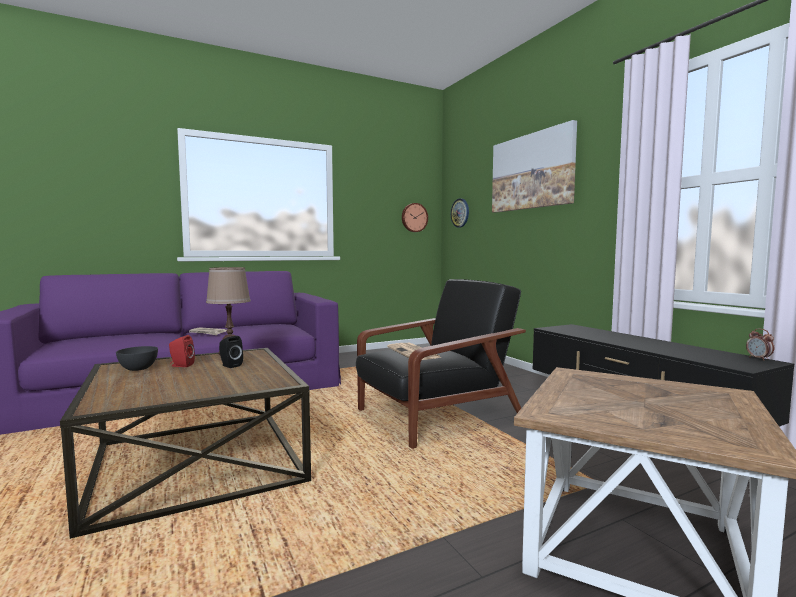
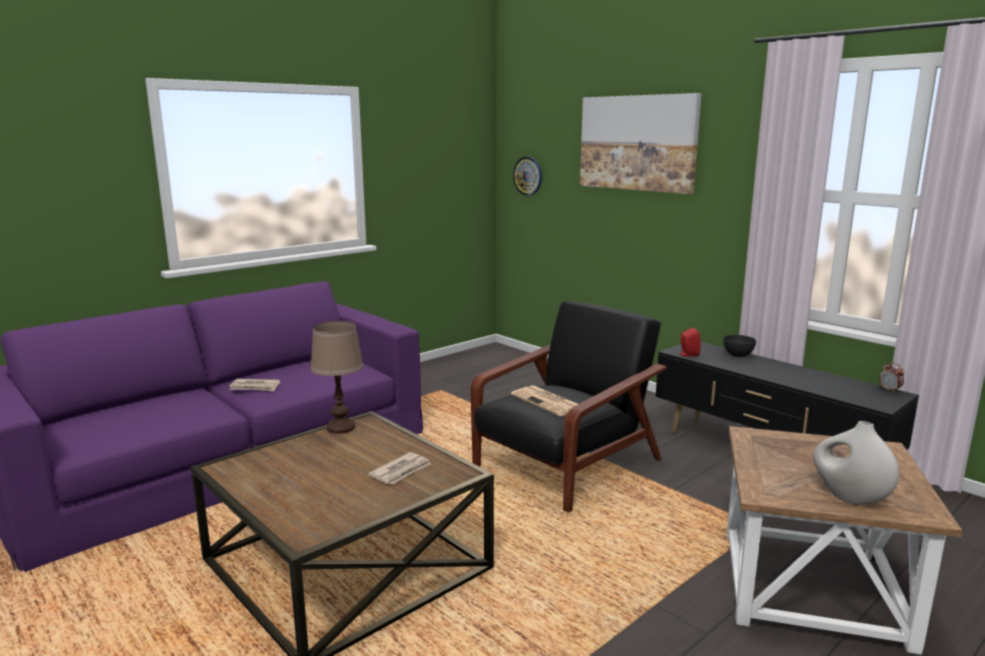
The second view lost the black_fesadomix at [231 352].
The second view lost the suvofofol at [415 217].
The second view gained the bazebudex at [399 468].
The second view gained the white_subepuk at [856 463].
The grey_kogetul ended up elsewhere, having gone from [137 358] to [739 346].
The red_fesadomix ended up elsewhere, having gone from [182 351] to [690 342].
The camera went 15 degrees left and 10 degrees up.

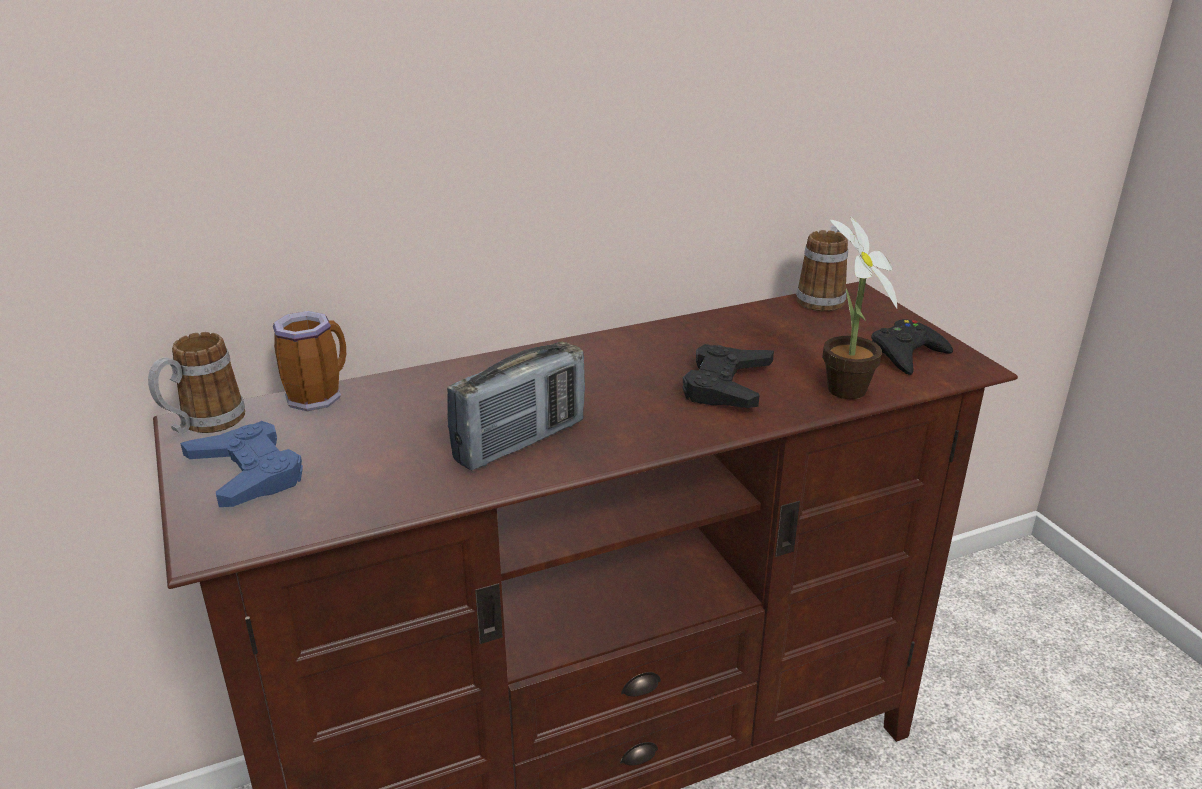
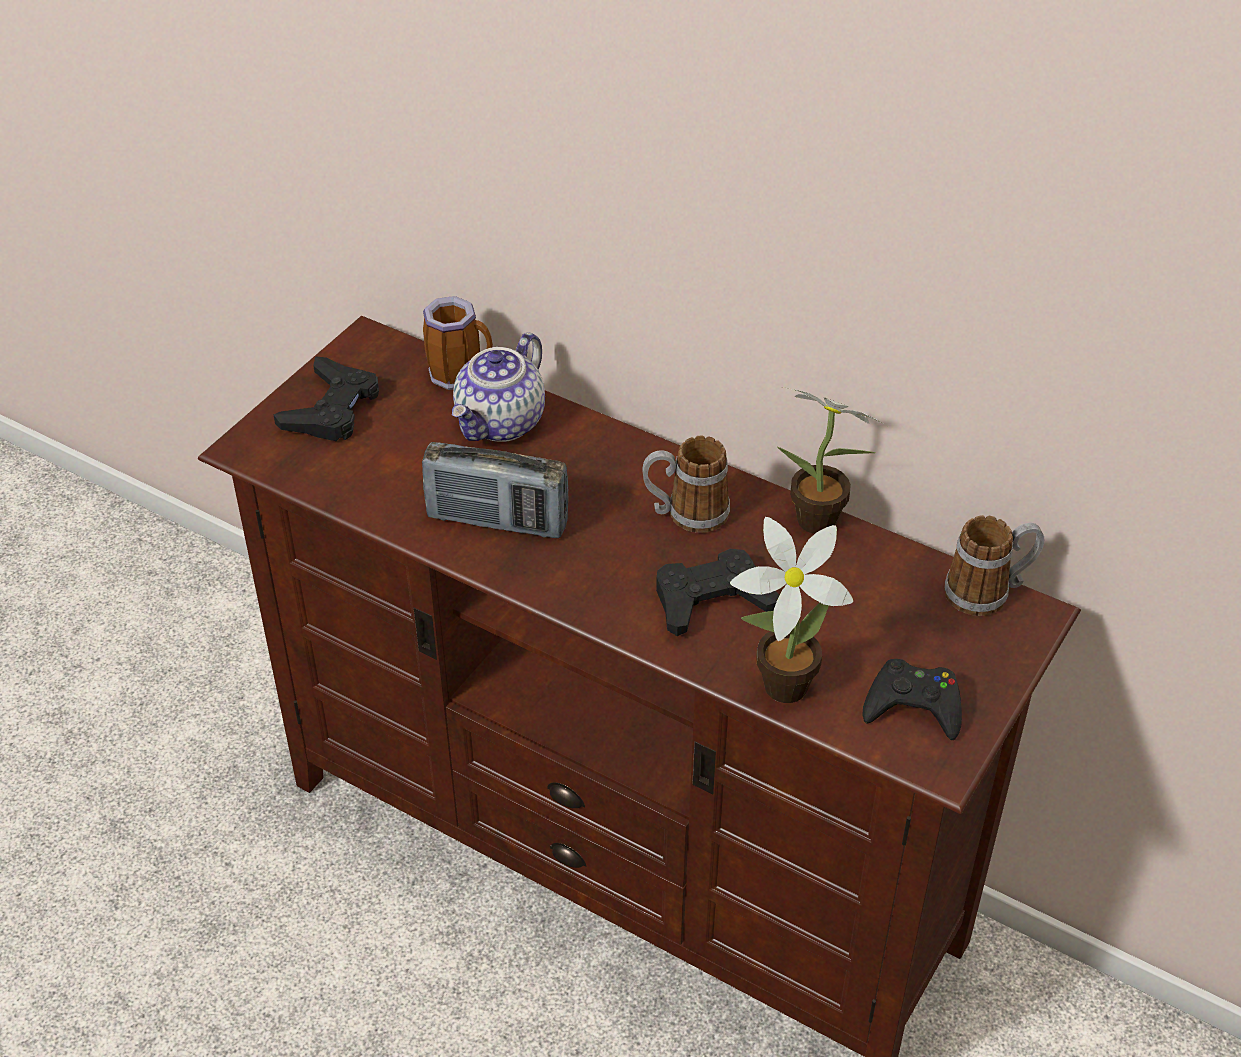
The second view gained the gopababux at [498 387].
The second view gained the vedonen at [832 460].
The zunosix ended up elsewhere, having gone from [196 382] to [686 484].
What was the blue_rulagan at [241 464] turned into the black_rulagan at [326 398].
The camera went 55 degrees right and 15 degrees up.

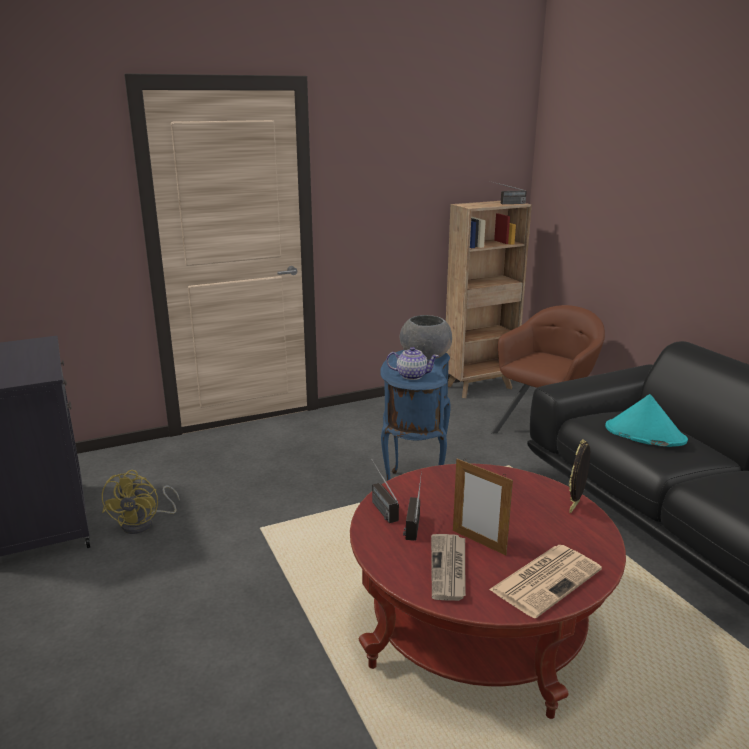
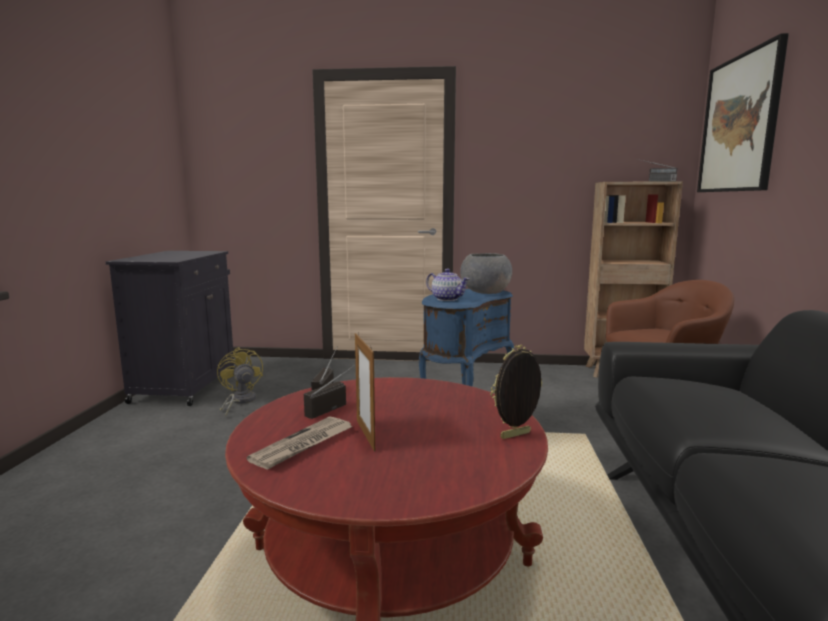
The second view lost the bazebudex at [545 581].
The second view lost the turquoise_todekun at [646 420].
The second view gained the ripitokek at [743 112].
The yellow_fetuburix at [141 502] ended up facing another way, 120 degrees clockwise from before.
The camera went 30 degrees right and 10 degrees down.

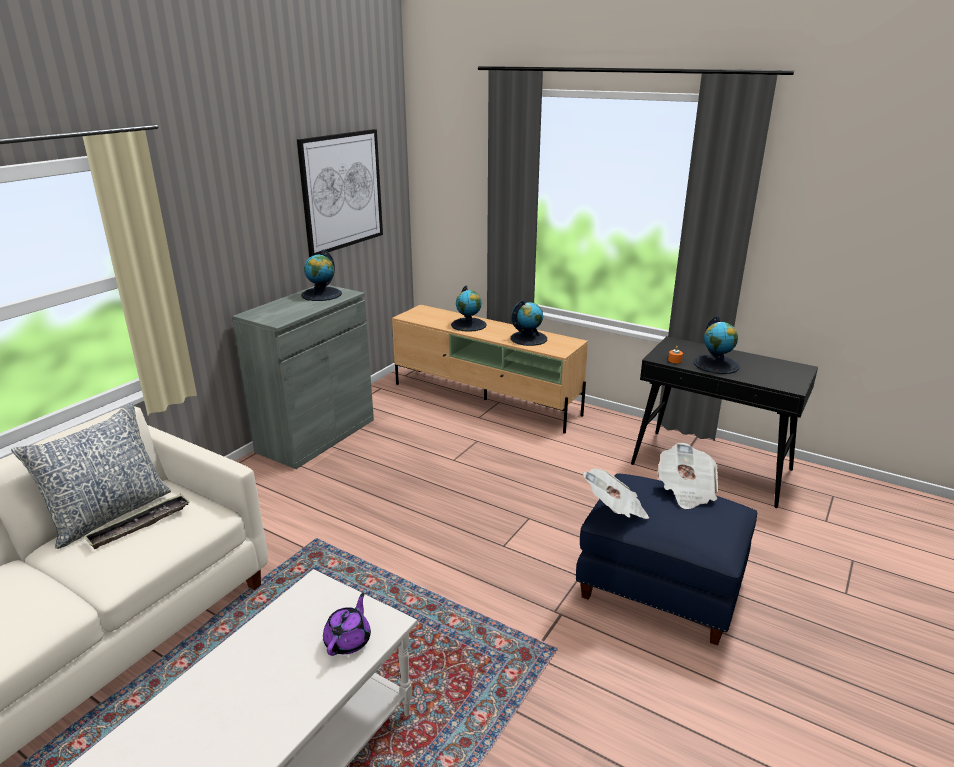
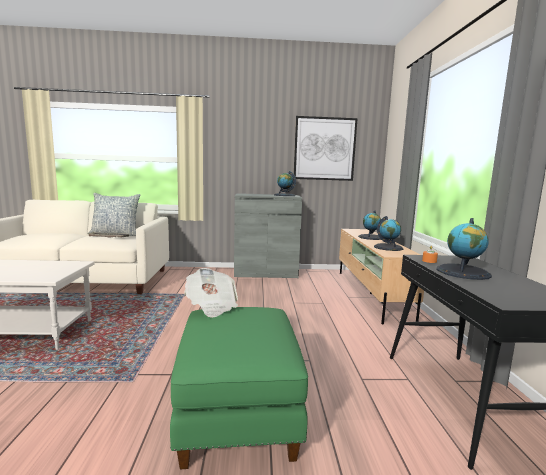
The second view lost the purple_gopababux at [347 624].
The second view lost the bazebudex at [687 476].
What was the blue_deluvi at [666 559] turned into the green_deluvi at [239 388].
The camera went 55 degrees right and 15 degrees down.

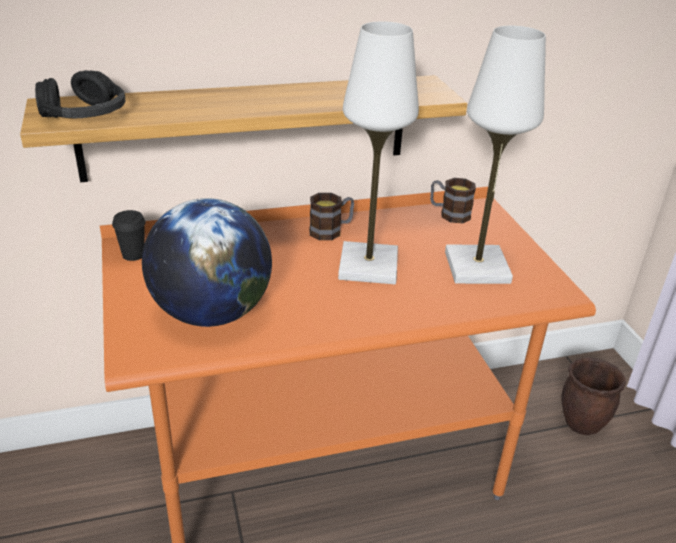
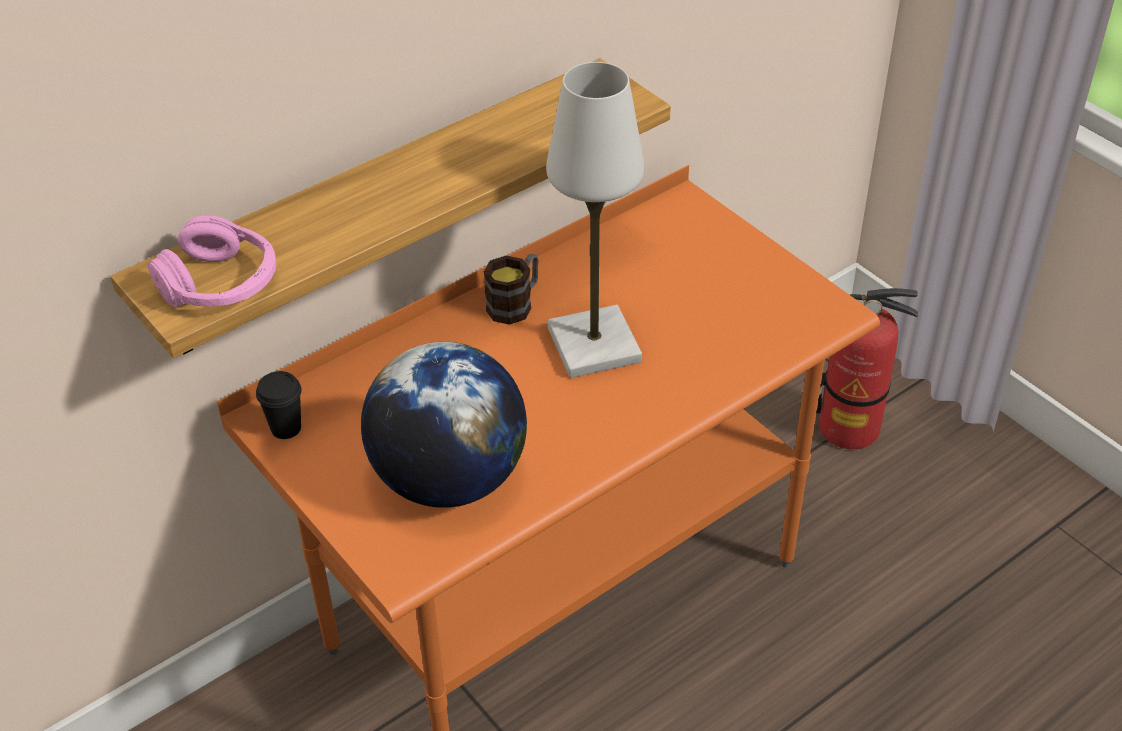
The second view lost the zunosix at [453 200].
The second view lost the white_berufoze at [495 154].
Where the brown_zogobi stood at [593 396], the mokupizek came to stand at [867 368].
What was the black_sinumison at [80 94] turned into the pink_sinumison at [212 261].
The camera went 20 degrees left and 10 degrees up.

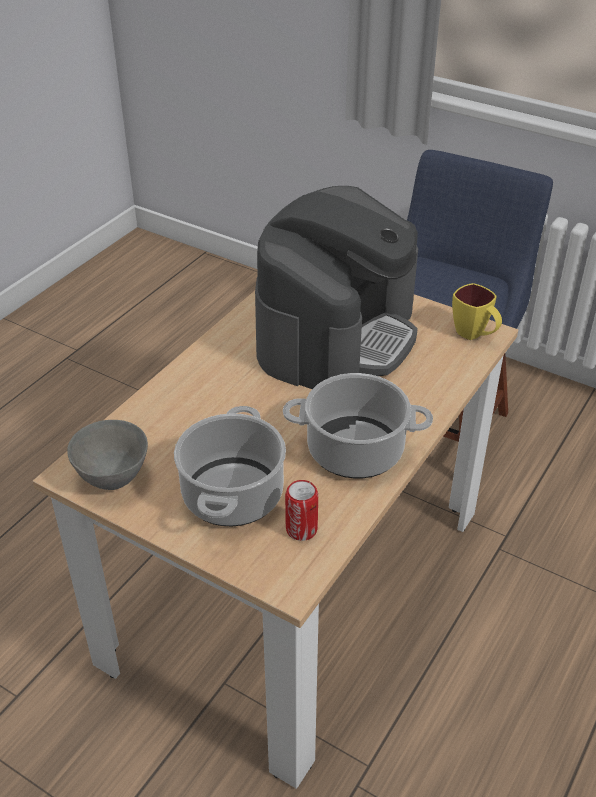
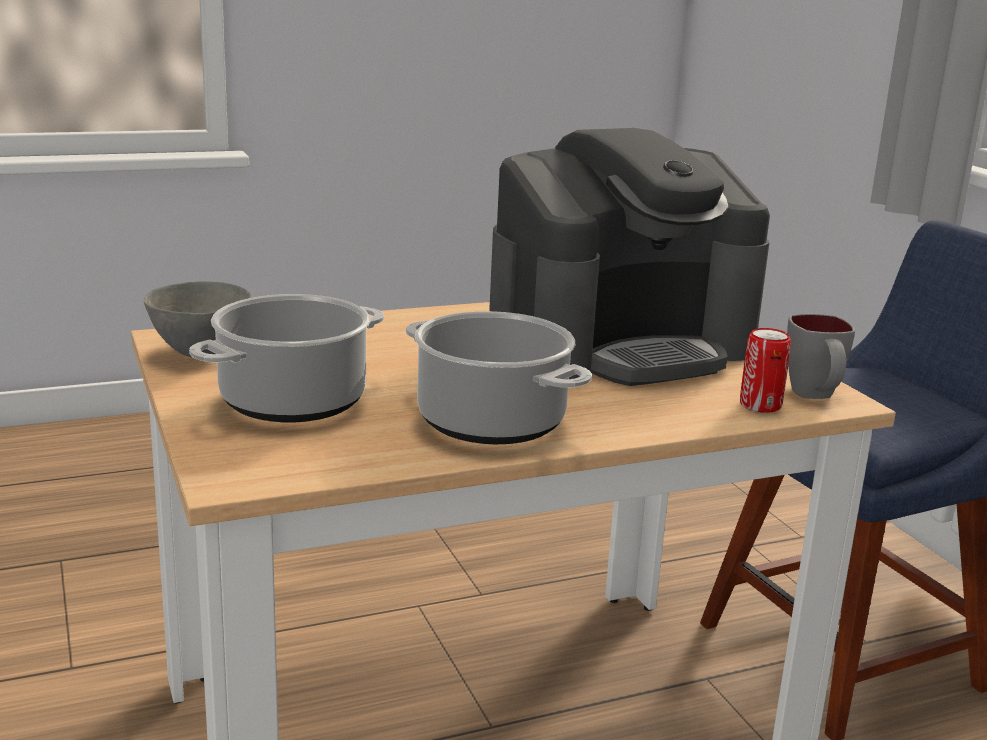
The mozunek ended up elsewhere, having gone from [301 510] to [765 370].
What was the yellow_zunosix at [477 311] turned into the grey_zunosix at [821 356].
The camera went 35 degrees right and 20 degrees down.

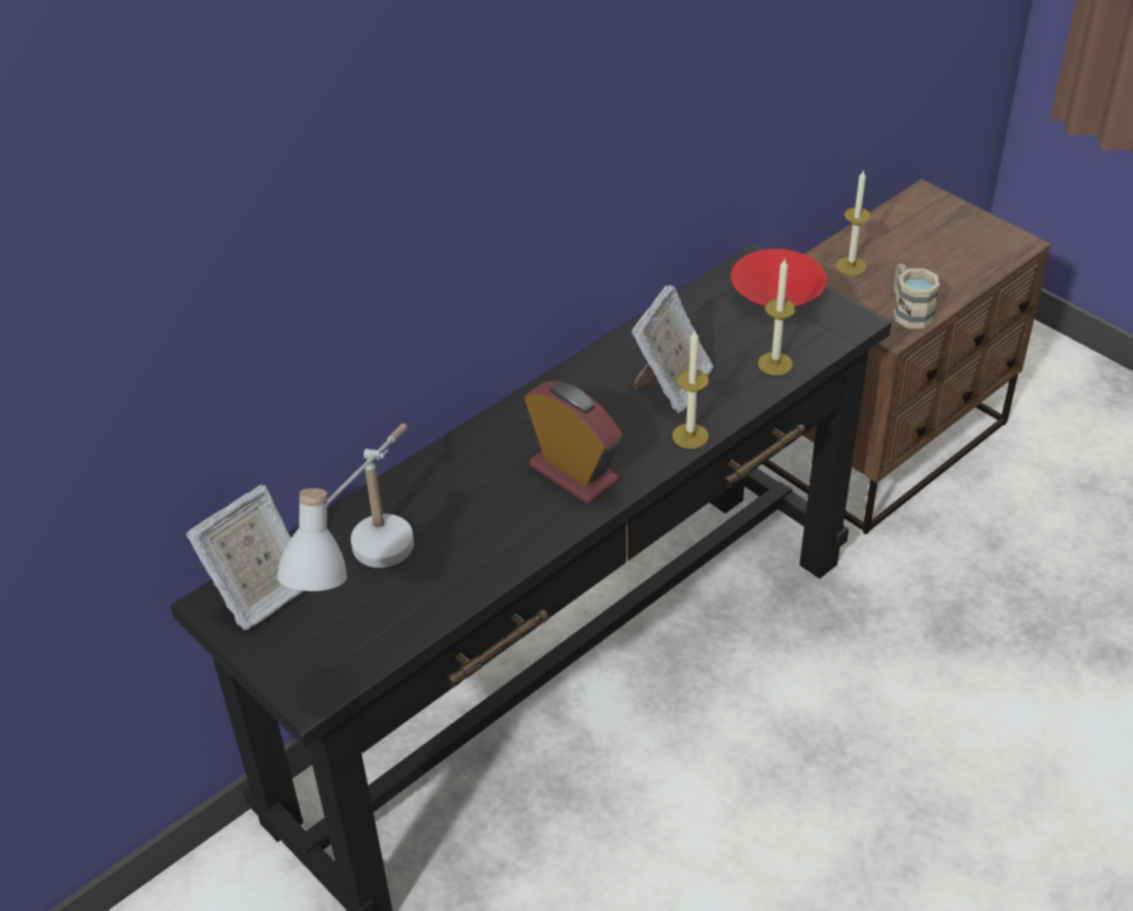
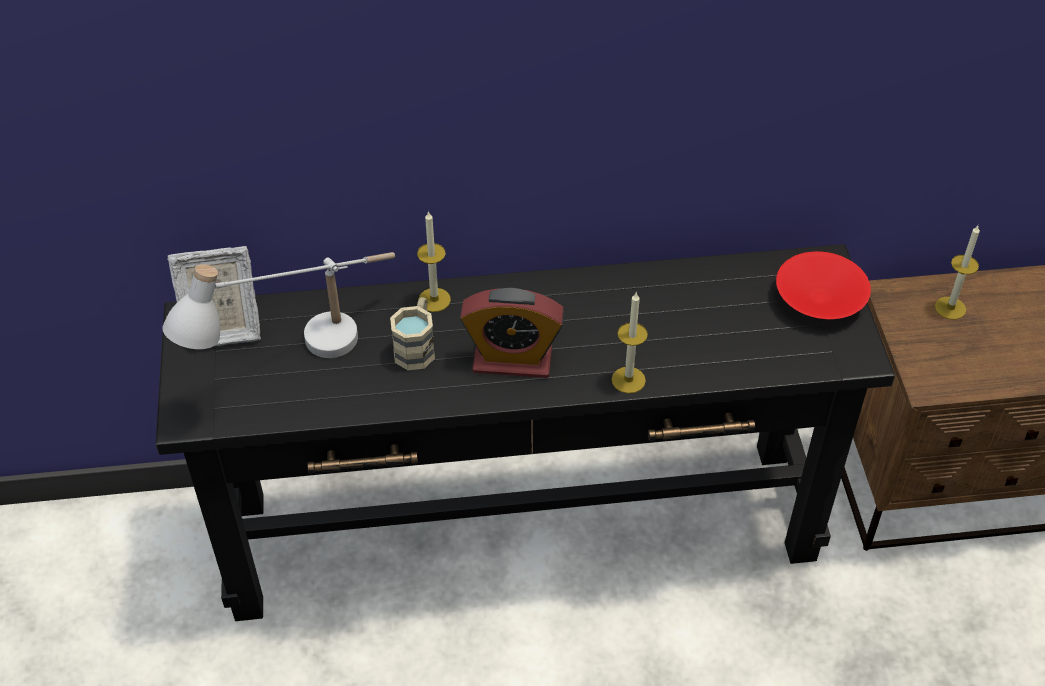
The second view lost the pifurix at [672 349].
The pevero ended up elsewhere, having gone from [777 317] to [434 261].
The beige_zunosix ended up elsewhere, having gone from [917 296] to [412 333].
The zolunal at [573 442] ended up facing another way, 105 degrees clockwise from before.
The camera went 35 degrees right and 5 degrees up.

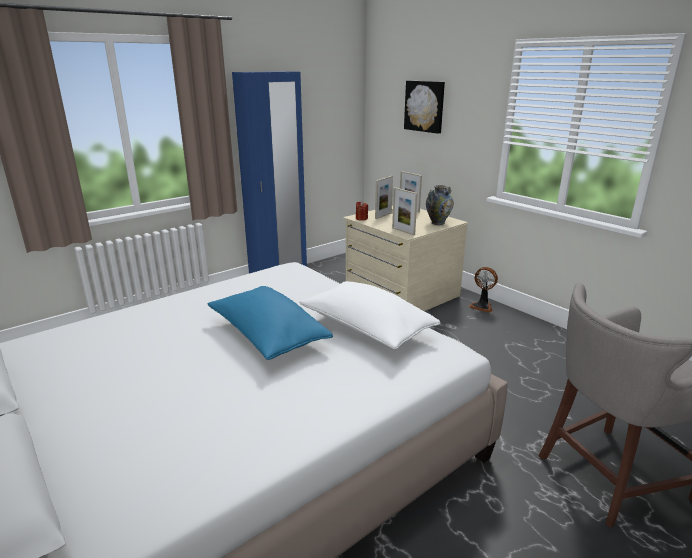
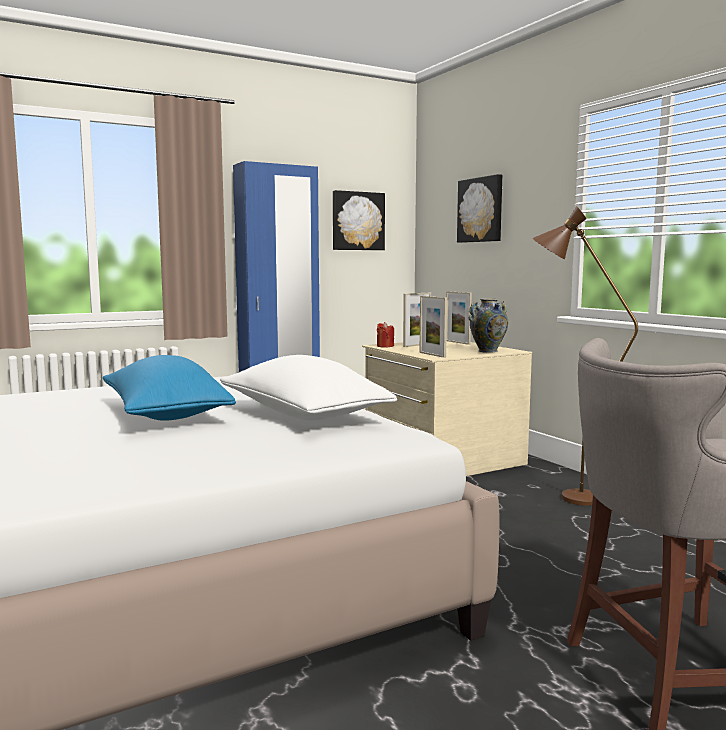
The second view lost the fetuburix at [483 290].
The second view gained the ripitokek at [359 220].
The second view gained the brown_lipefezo at [585 356].
The camera went 10 degrees right and 15 degrees down.

